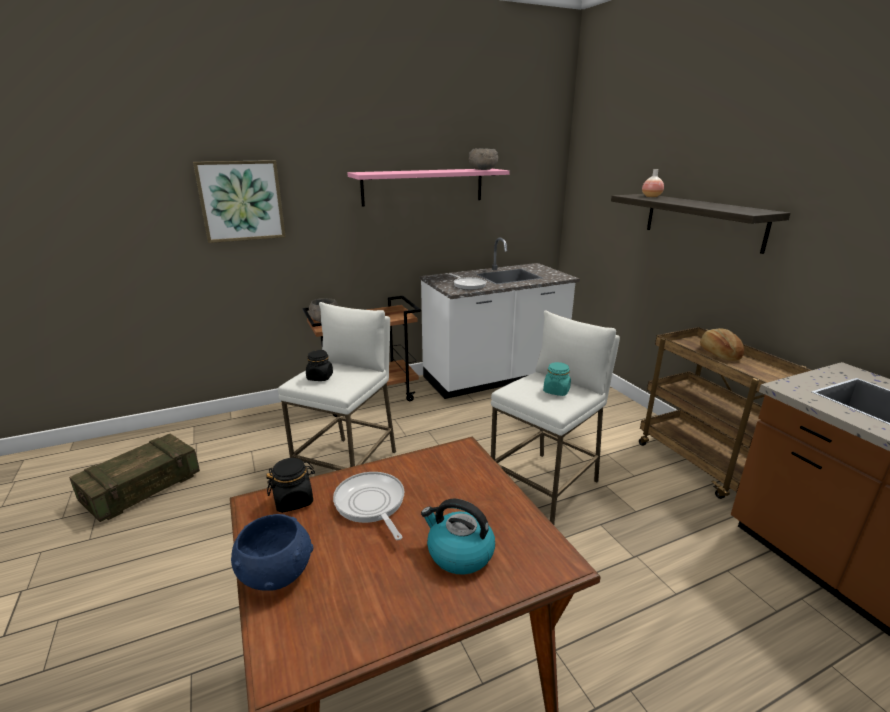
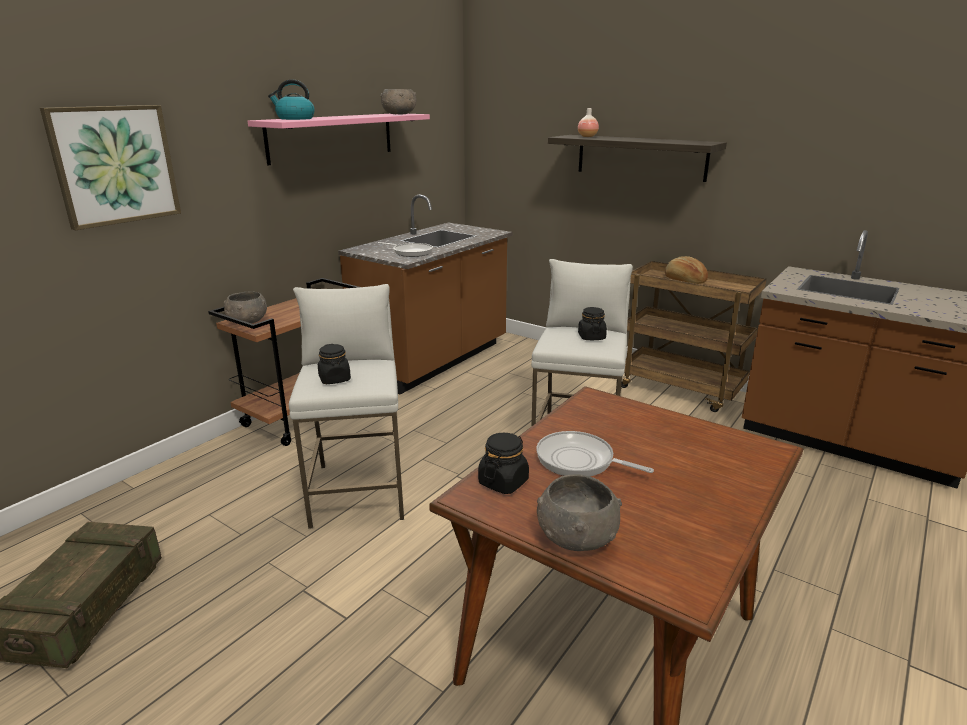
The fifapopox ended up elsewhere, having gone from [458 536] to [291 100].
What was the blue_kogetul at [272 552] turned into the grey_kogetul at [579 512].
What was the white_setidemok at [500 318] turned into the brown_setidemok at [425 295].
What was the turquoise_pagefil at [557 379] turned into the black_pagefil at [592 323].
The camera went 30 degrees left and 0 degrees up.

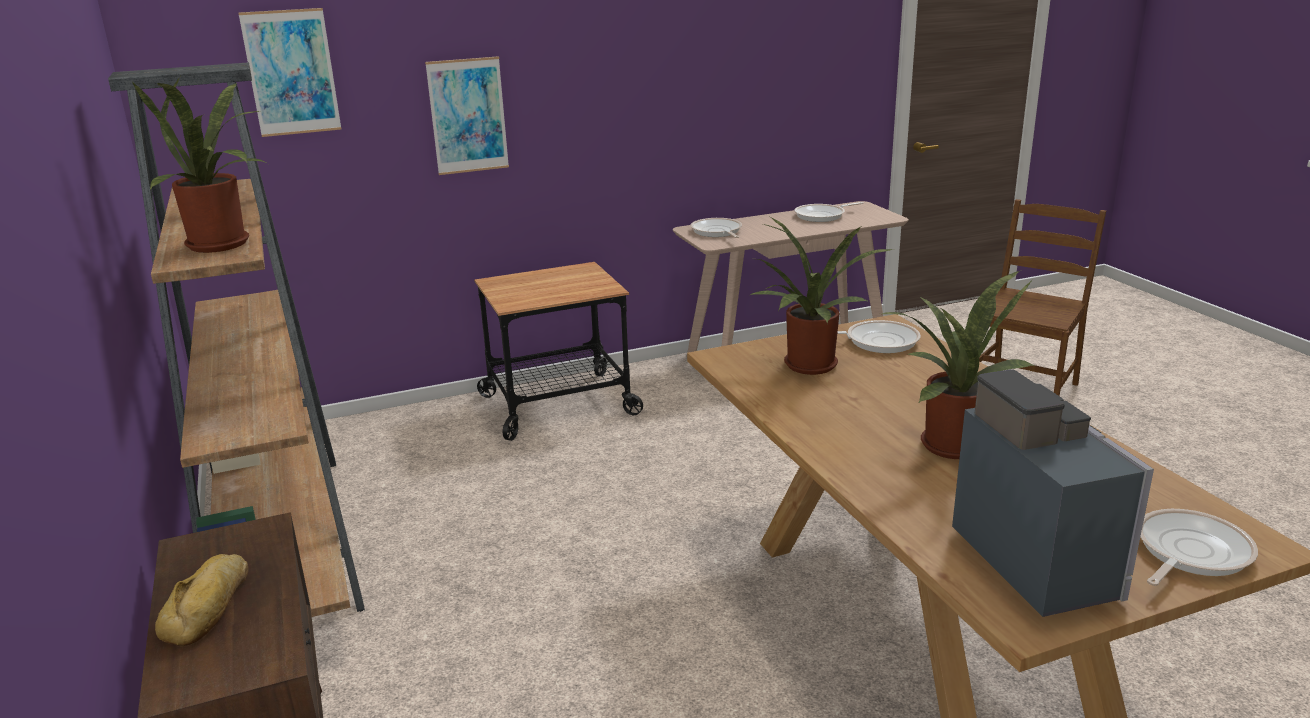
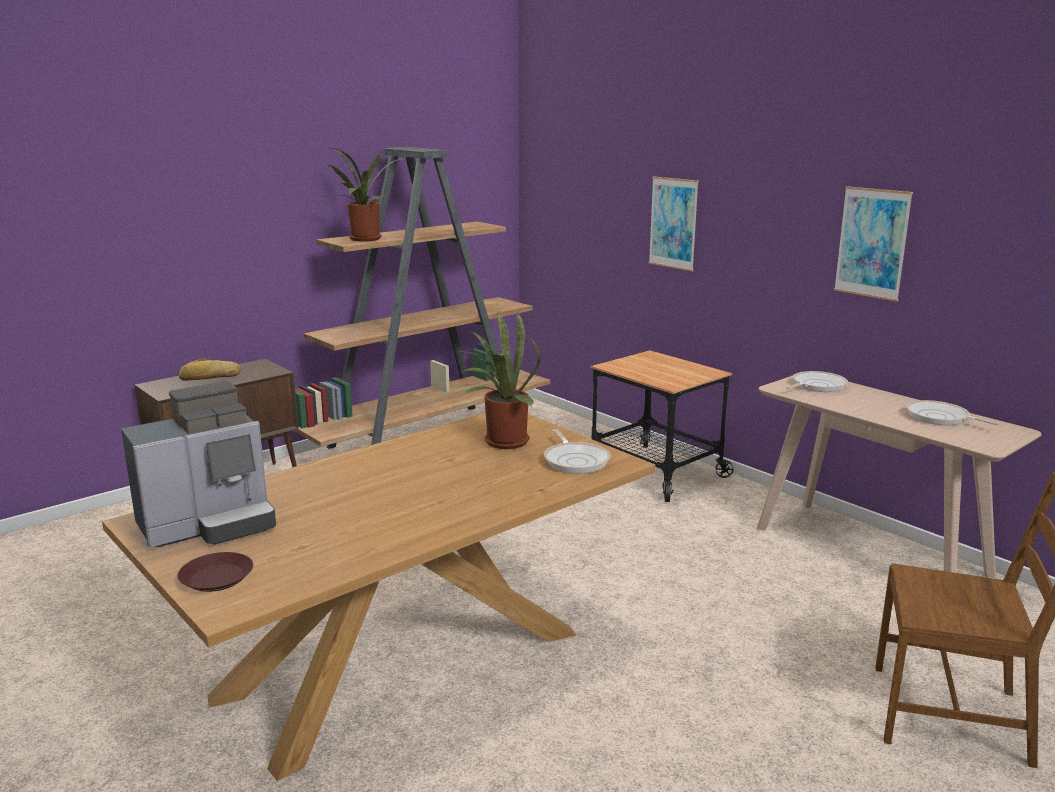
The second view lost the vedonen at [958 365].
The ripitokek ended up elsewhere, having gone from [289 72] to [873 244].
Where the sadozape stood at [1199 547], the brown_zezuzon came to stand at [215 572].
The camera went 70 degrees right and 5 degrees down.

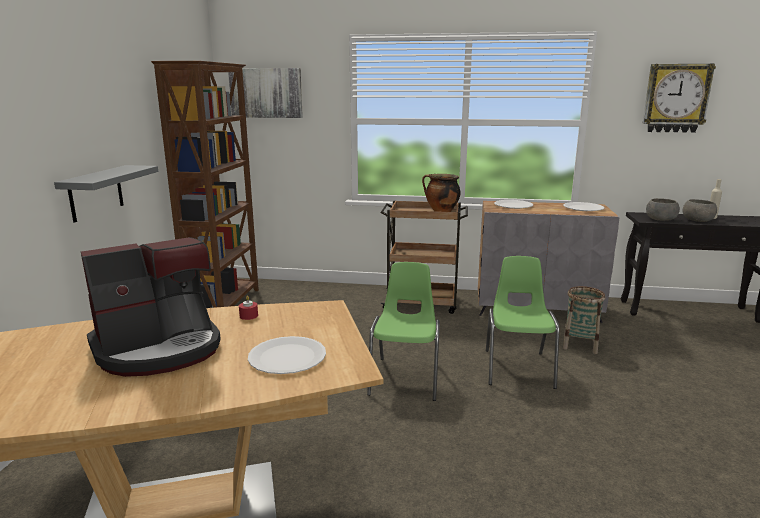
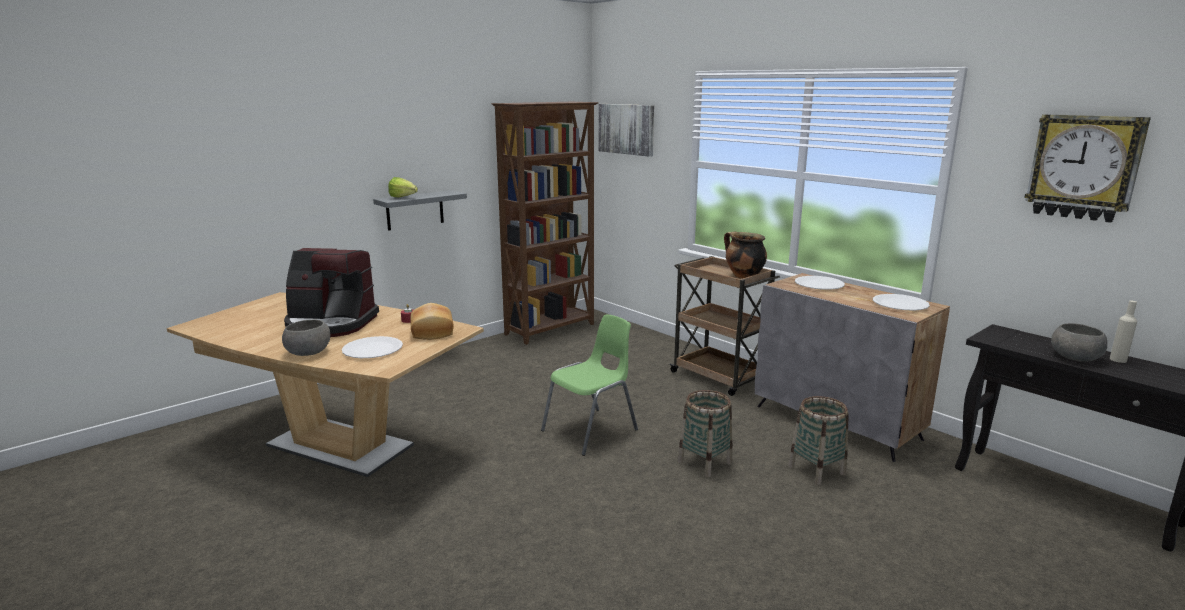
The second view gained the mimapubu at [403 187].
The second view gained the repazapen at [432 321].
The grey_kogetul ended up elsewhere, having gone from [663 209] to [306 338].
Where the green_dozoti stood at [522 322], the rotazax came to stand at [705 433].
The camera went 40 degrees right and 0 degrees up.

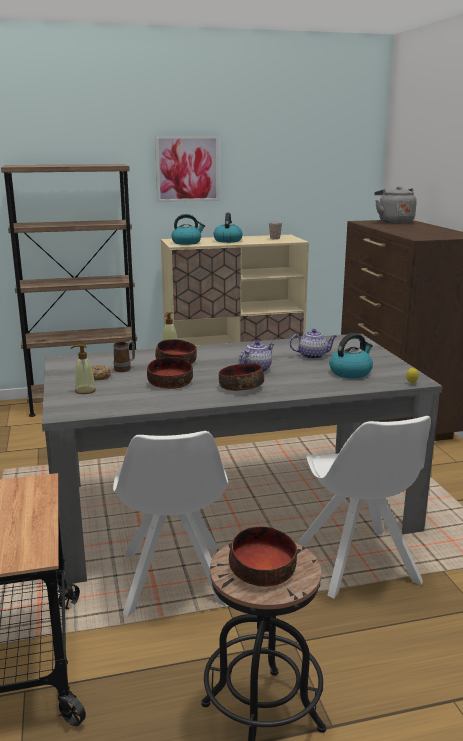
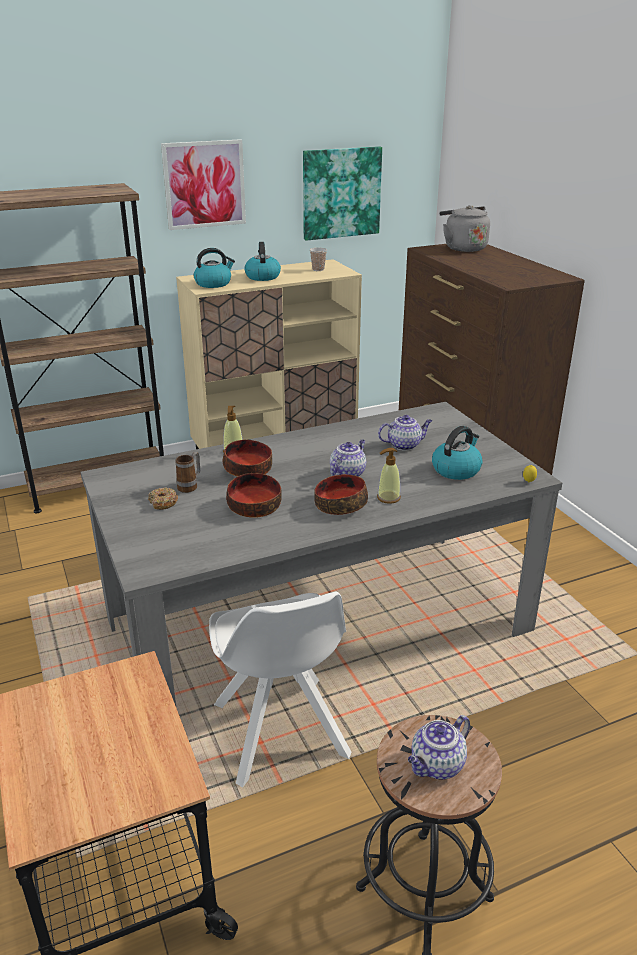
The second view lost the white_dozoti at [364 507].
The second view gained the ripitokek at [342 193].
The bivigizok ended up elsewhere, having gone from [83 369] to [389 476].
Where the kogetul stood at [263 557], the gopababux came to stand at [439 747].
The camera went 10 degrees left and 10 degrees up.

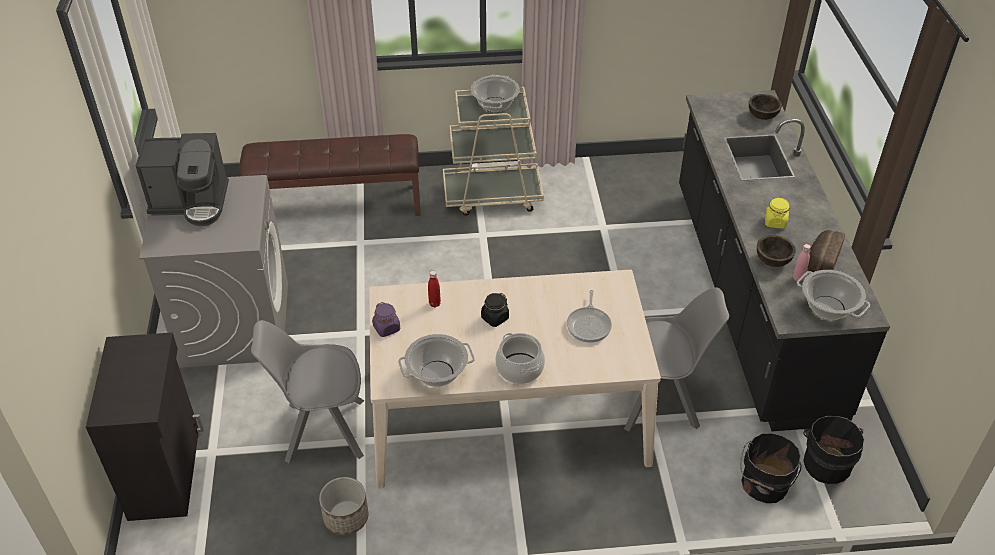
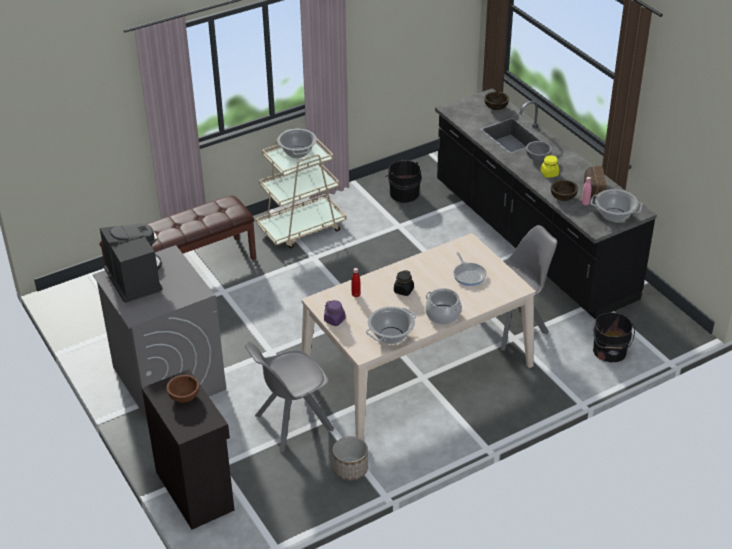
The second view gained the brown_kogetul at [182 389].
The second view gained the grey_kogetul at [539 151].
The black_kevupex ended up elsewhere, having gone from [833 450] to [403 181].
The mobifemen at [182 179] ended up facing another way, 90 degrees counterclockwise from before.
The camera went 25 degrees left and 5 degrees down.

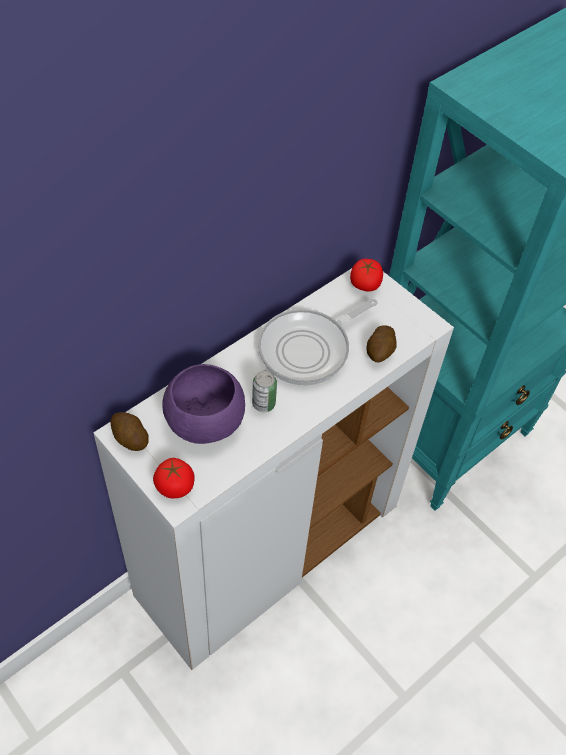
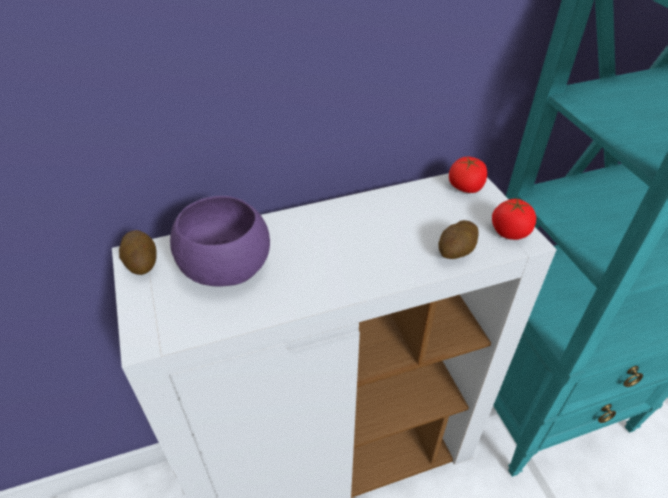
The second view lost the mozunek at [264 391].
The second view lost the sadozape at [318 342].
The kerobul ended up elsewhere, having gone from [173 478] to [514 219].
The camera went 25 degrees right and 10 degrees down.

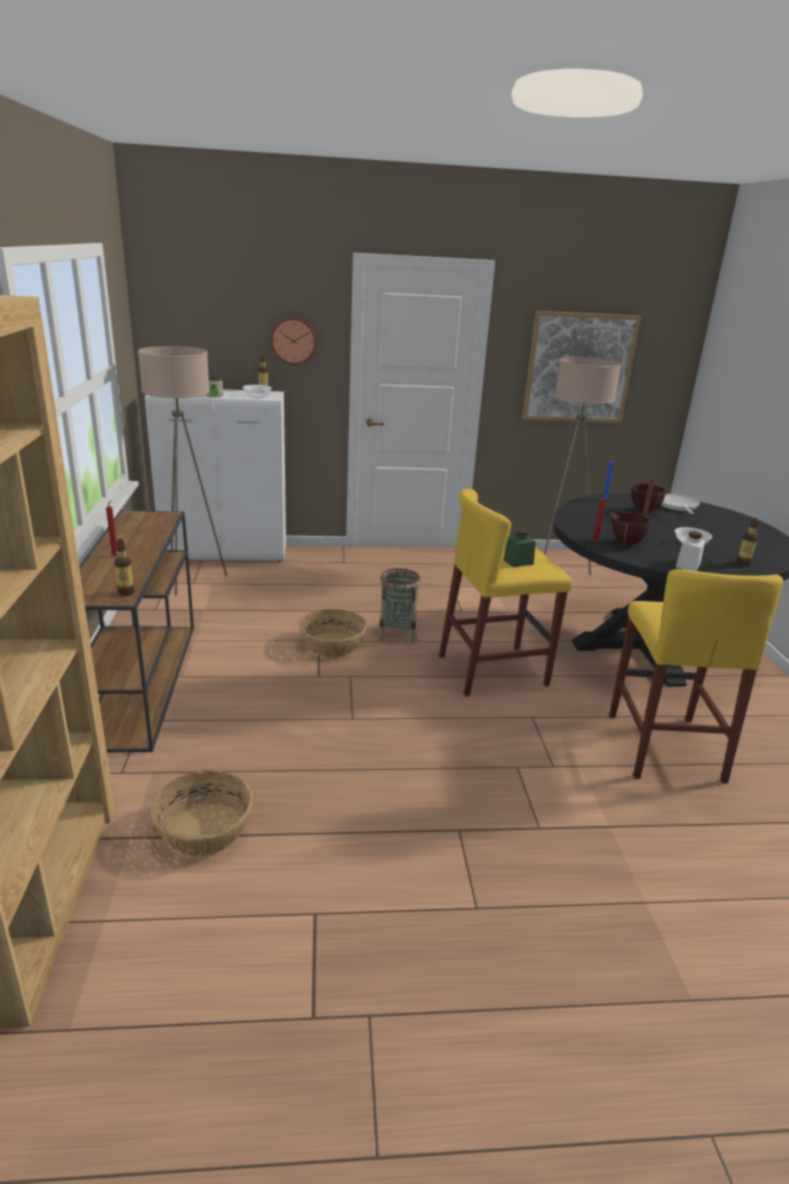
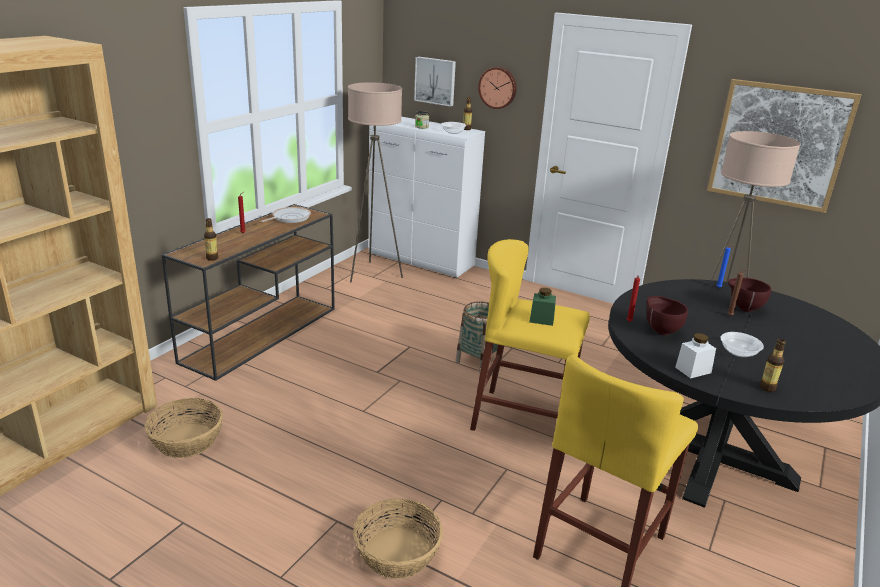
The second view gained the ripitokek at [435 82].
The rotazax ended up elsewhere, having gone from [333 633] to [398 538].
The sadozape ended up elsewhere, having gone from [680 504] to [286 215].
The camera went 35 degrees right and 0 degrees up.

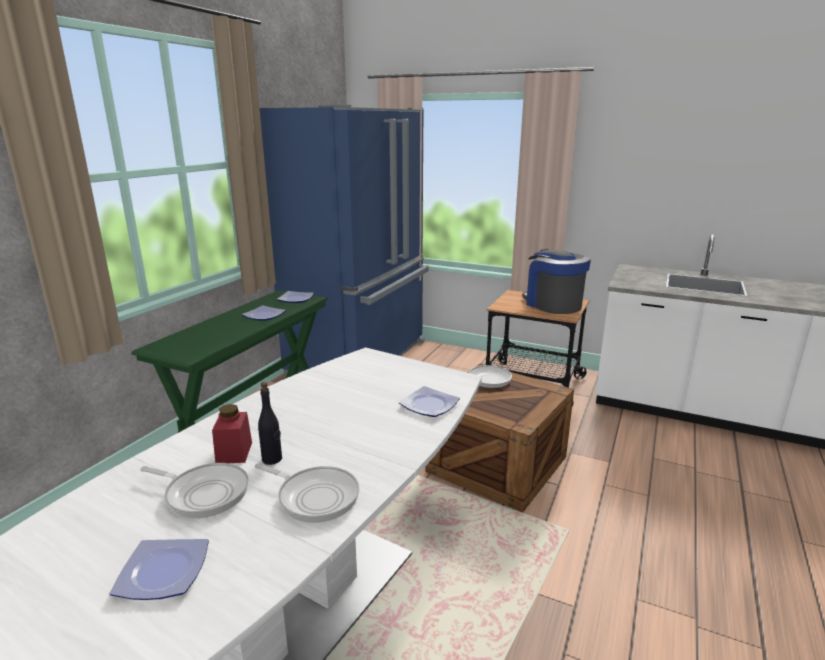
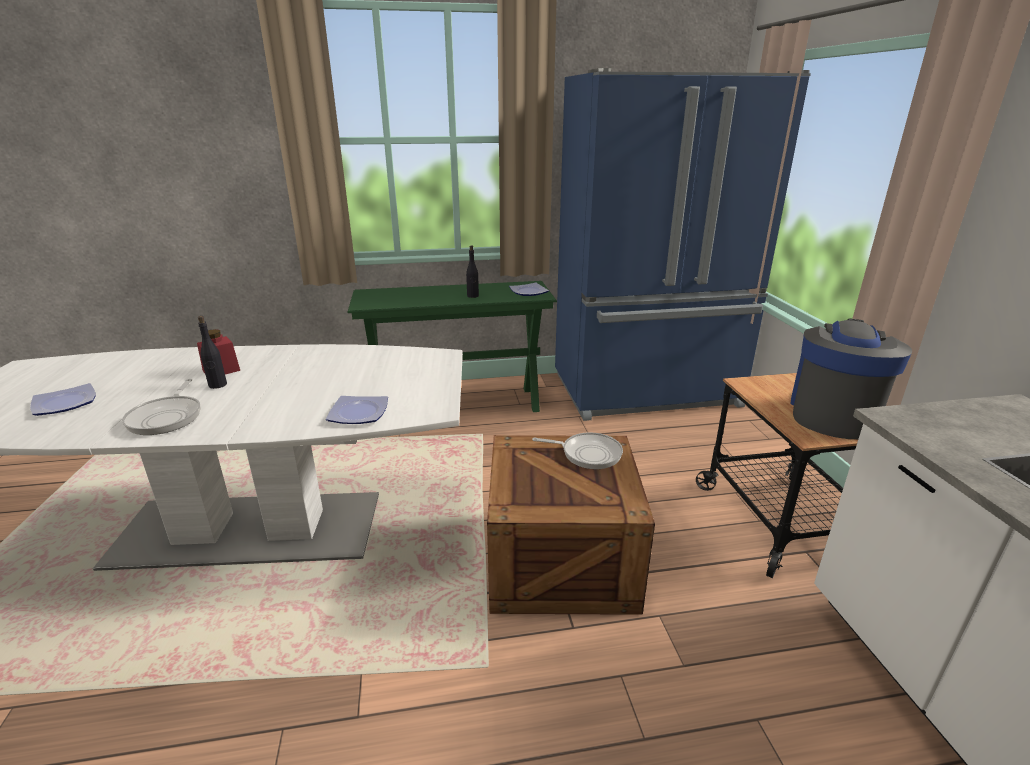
The second view lost the sadozape at [194 490].
Where the zezuzon stood at [264 313], the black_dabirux came to stand at [472 271].
The camera went 55 degrees right and 5 degrees up.

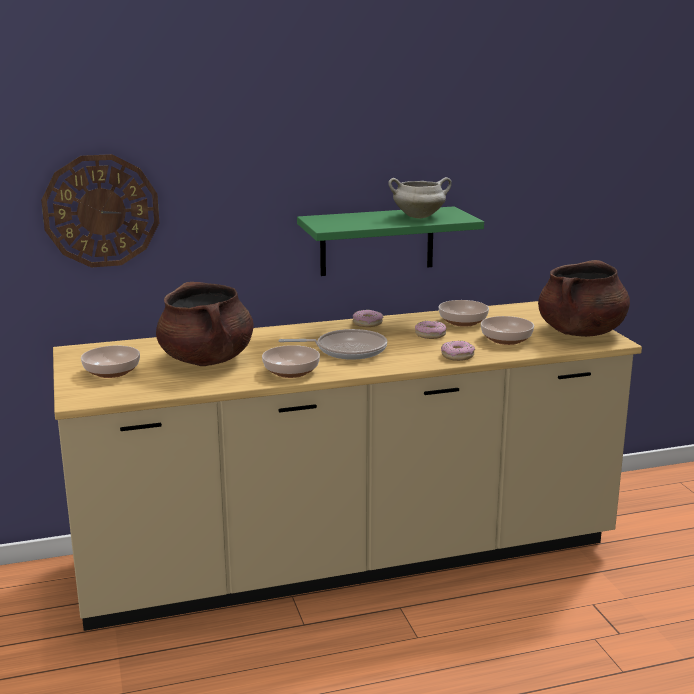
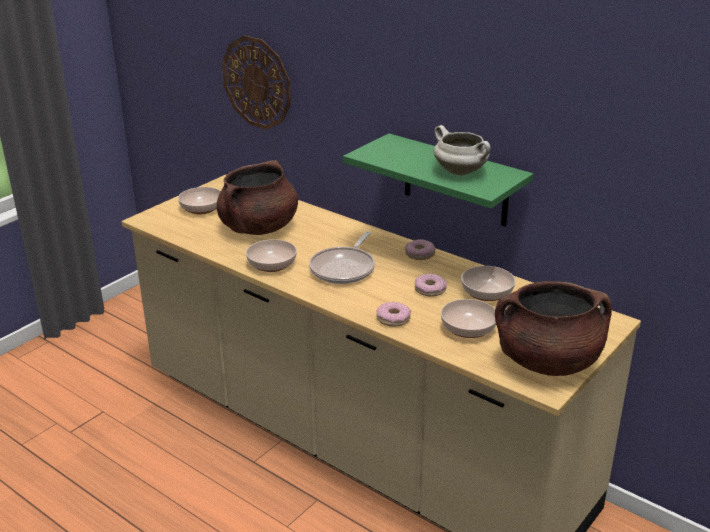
The sadozape at [332 344] ended up facing another way, 60 degrees clockwise from before.
The camera went 55 degrees right and 10 degrees up.

